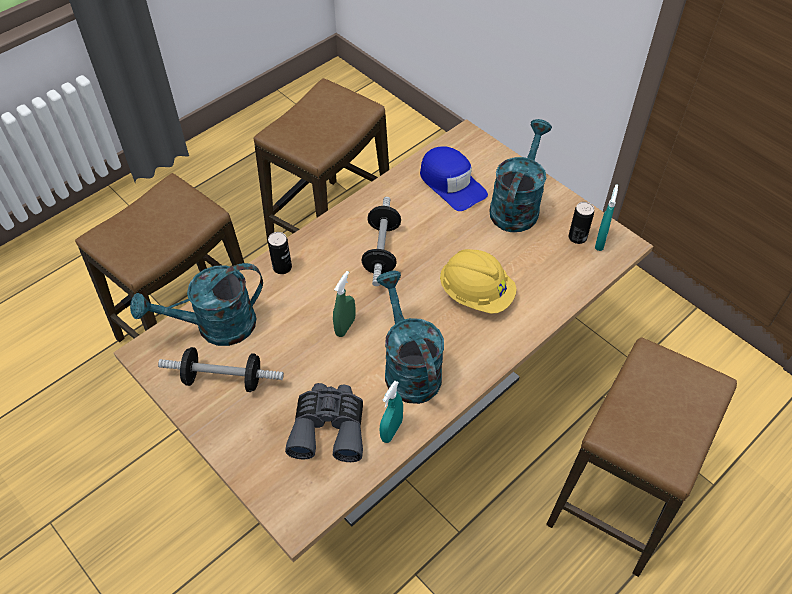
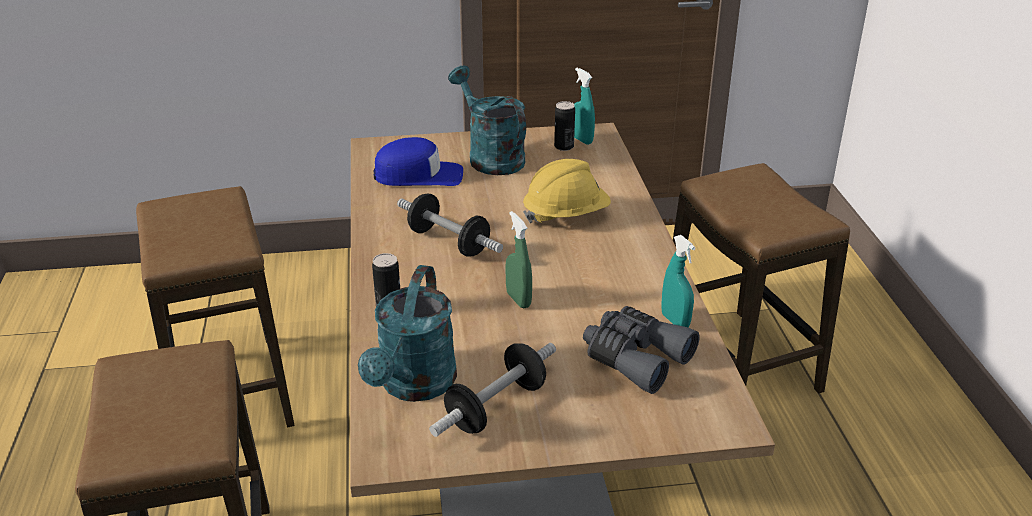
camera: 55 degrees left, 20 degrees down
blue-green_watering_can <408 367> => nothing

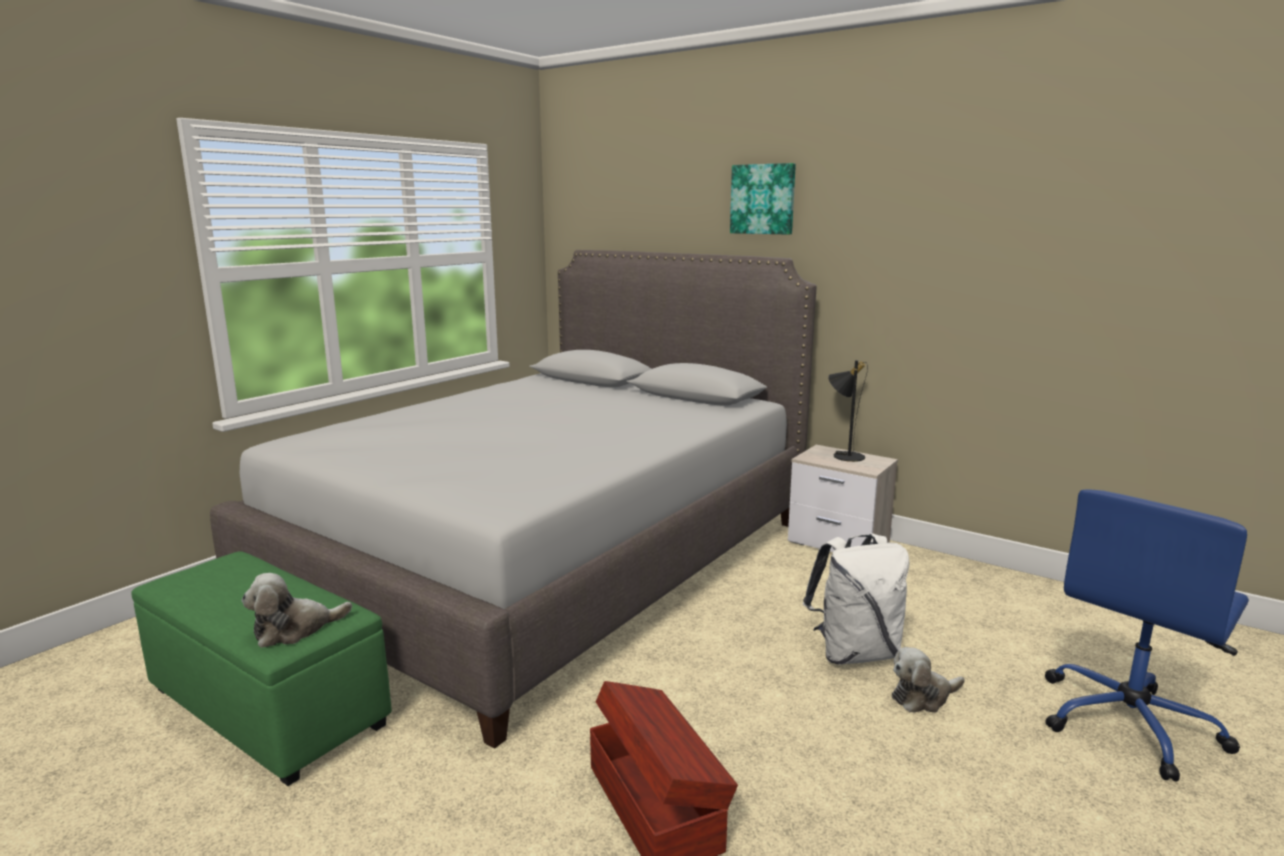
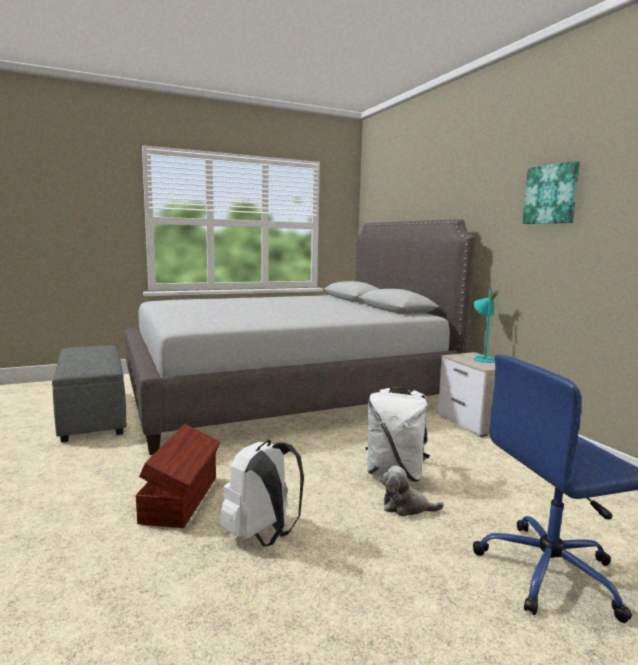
camera: 30 degrees right, 5 degrees down
plush_toy <294 629> => nothing
nothing => white-coloured_knapsack <262 535>
wall_art <763 199> => wall_art <551 194>, shifted
greenish_ottoman <269 707> => greyish_ottoman <93 416>
black_table_lamp <844 455> => blue-green_table_lamp <482 358>

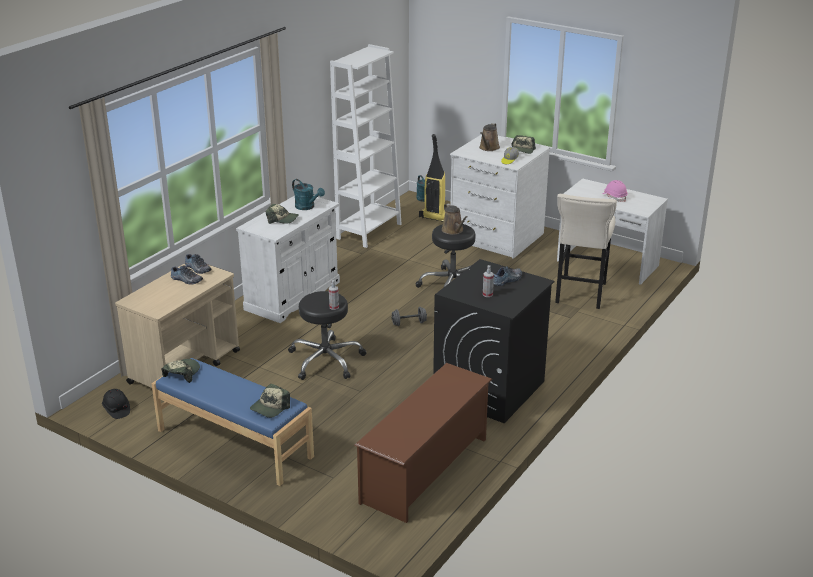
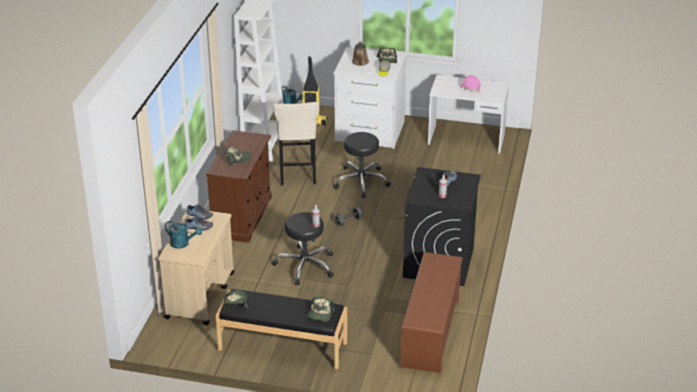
camera: 20 degrees left, 5 degrees up
black_work_helmet <116 410> => nothing
brownish_watering_can <453 230> => nothing
blue-green_watering_can <307 207> => blue-green_watering_can <183 244>, shifted
beige_stool_seat <580 295> => beige_stool_seat <297 174>, shifted
blue-coloured_bench <234 444> => black_bench <282 346>
white-coloured_storage_cabinet <293 296> => brownish_storage_cabinet <242 216>

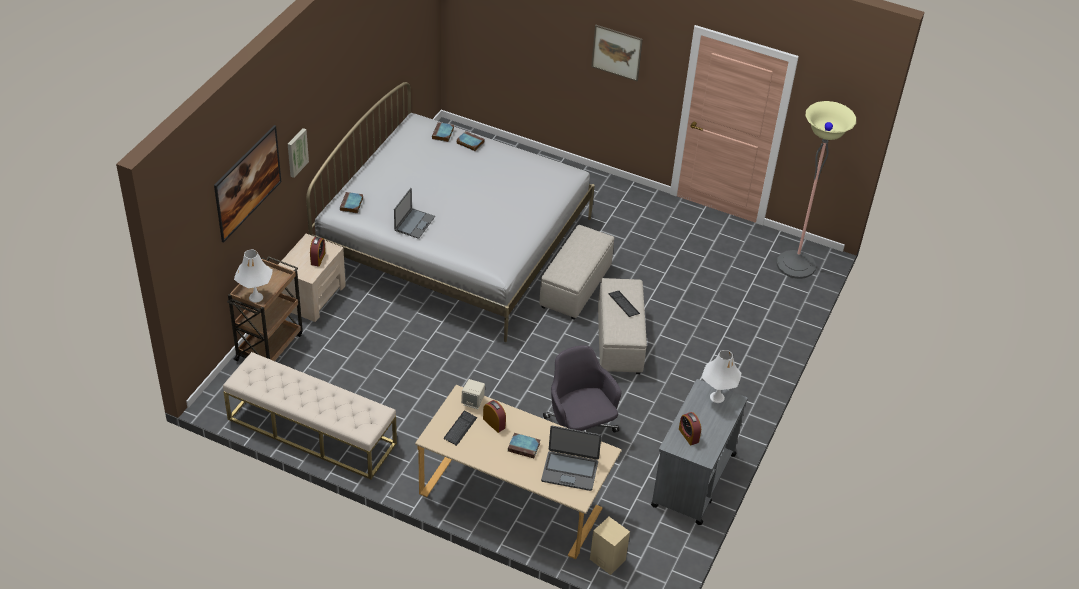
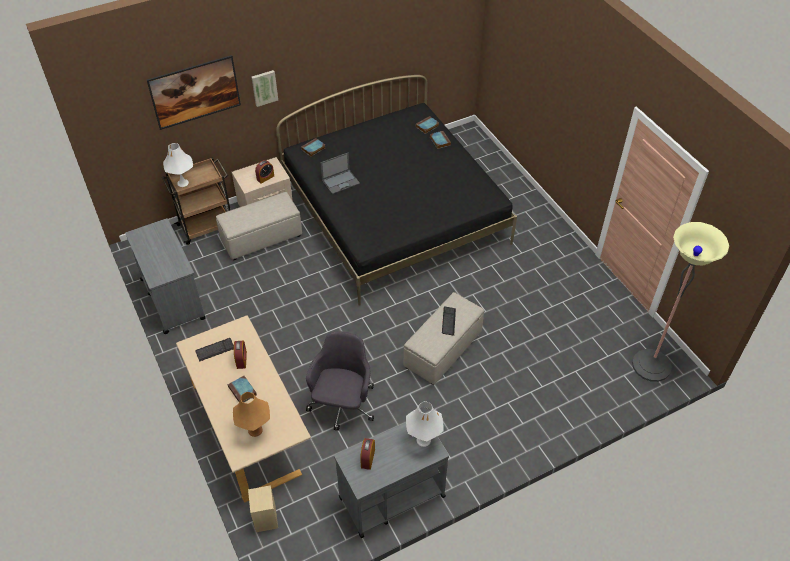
camera: 40 degrees right, 5 degrees up
beige_loudspeaker <473 402> => nothing
wall_art <617 52> => nothing
beige_ottoman <575 286> => beige_ottoman <262 238>, shifted
beige_bench <311 431> => greyish_wheeled_cart <172 298>
laptop <570 470> => orange-coloured_table_lamp <255 430>
white-coloured_sleeping_bed <454 243> => black_sleeping_bed <394 214>

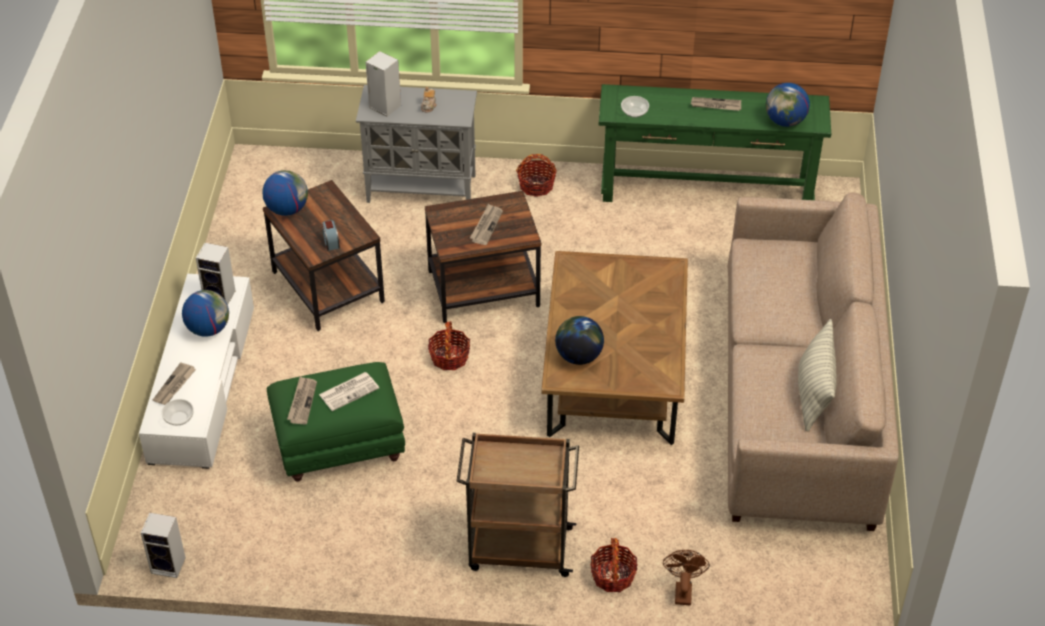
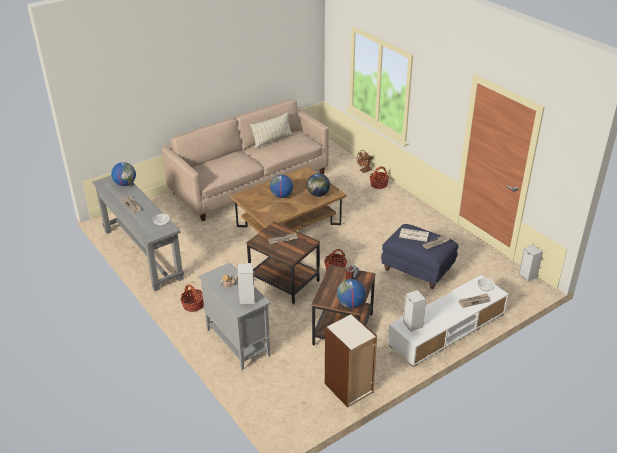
camera: 130 degrees left, 10 degrees down
brownish_wheeled_cart <518 549> => nothing
nothing => shelving_unit <349 388>
desk_globe <208 329> => desk_globe <281 196>, shifted
greenish_ottoman <338 445> => blue-coloured_ottoman <418 270>
greenish_console_table <706 189> => greyish_console_table <142 254>

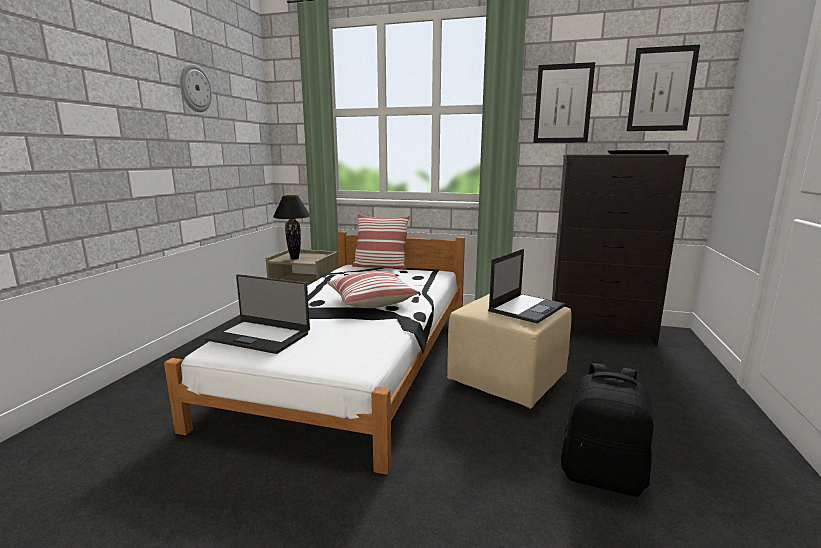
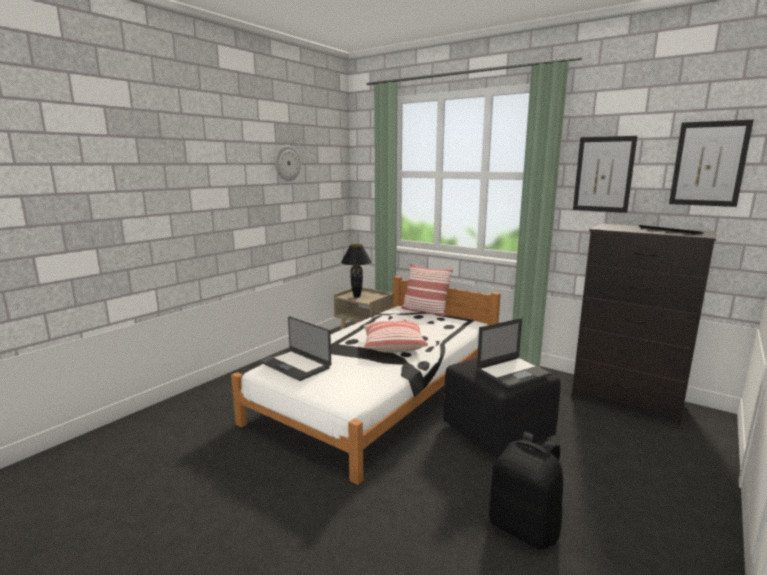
camera: 20 degrees right, 0 degrees up
beige_ottoman <507 379> => black_ottoman <498 431>

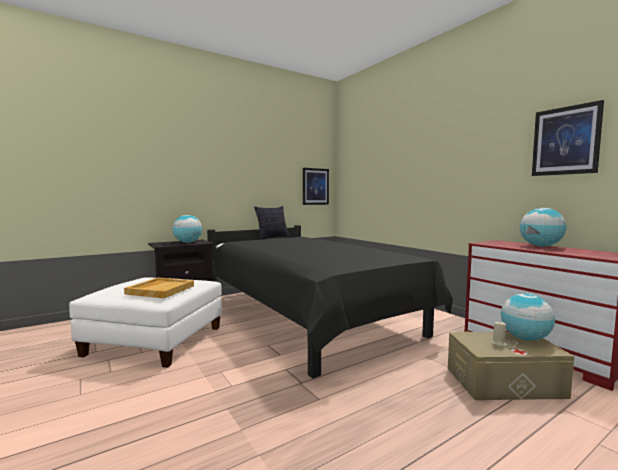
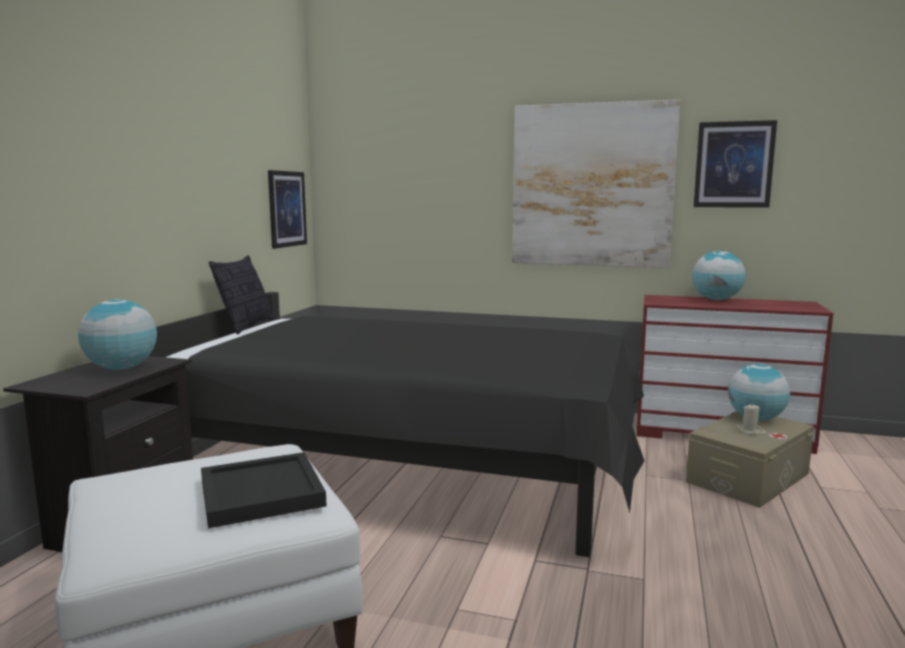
camera: 40 degrees left, 5 degrees up
nothing => wall_art <591 185>
beige_tray <160 290> => black_tray <260 493>

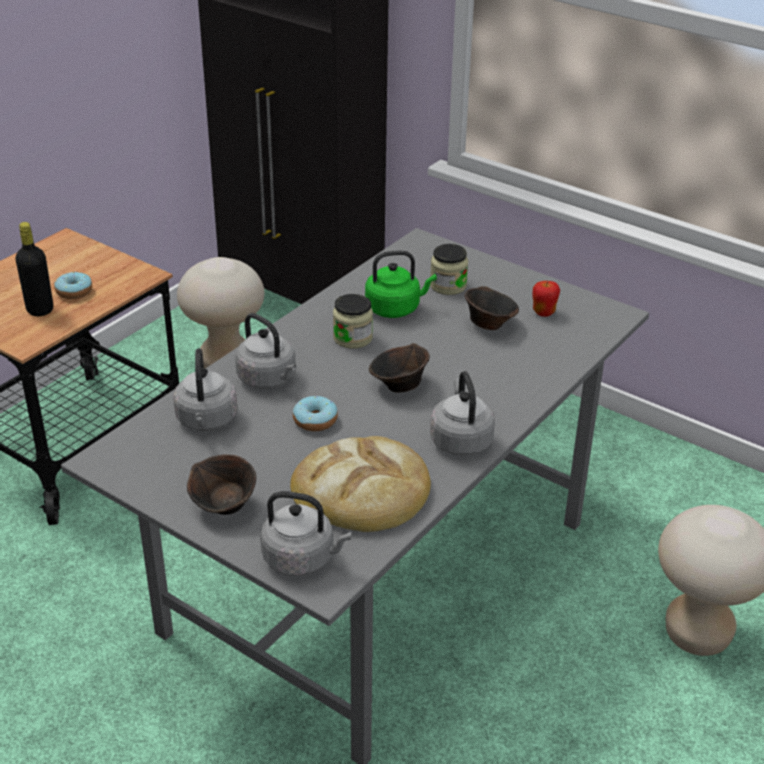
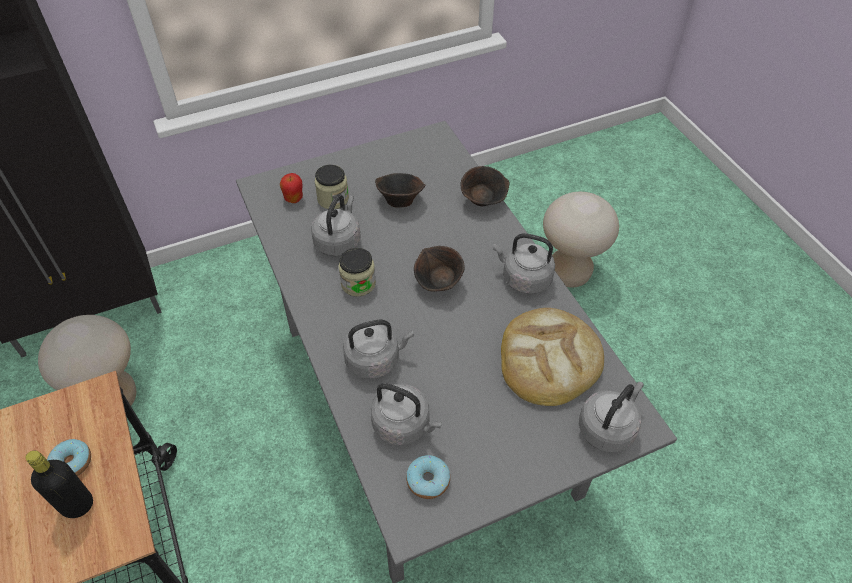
camera: 60 degrees left, 15 degrees up
brownish_serving_bowl <224 506> => brownish_serving_bowl <483 200>, shifted
doughnut <315 420> => doughnut <428 480>, shifted
apple_fruit <543 312> => apple_fruit <294 199>, shifted
greenish_tea_kettle <395 308> => greyish_tea_kettle <338 241>

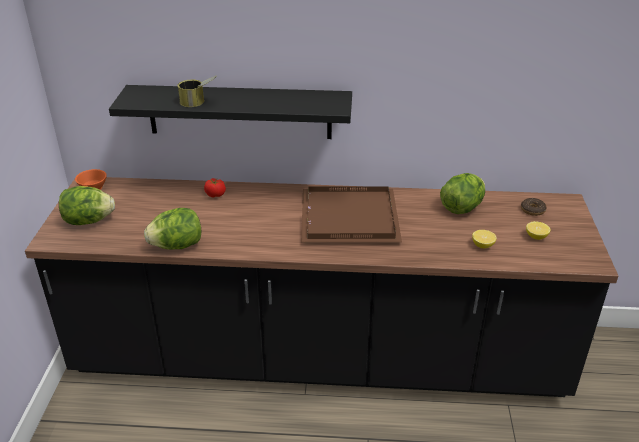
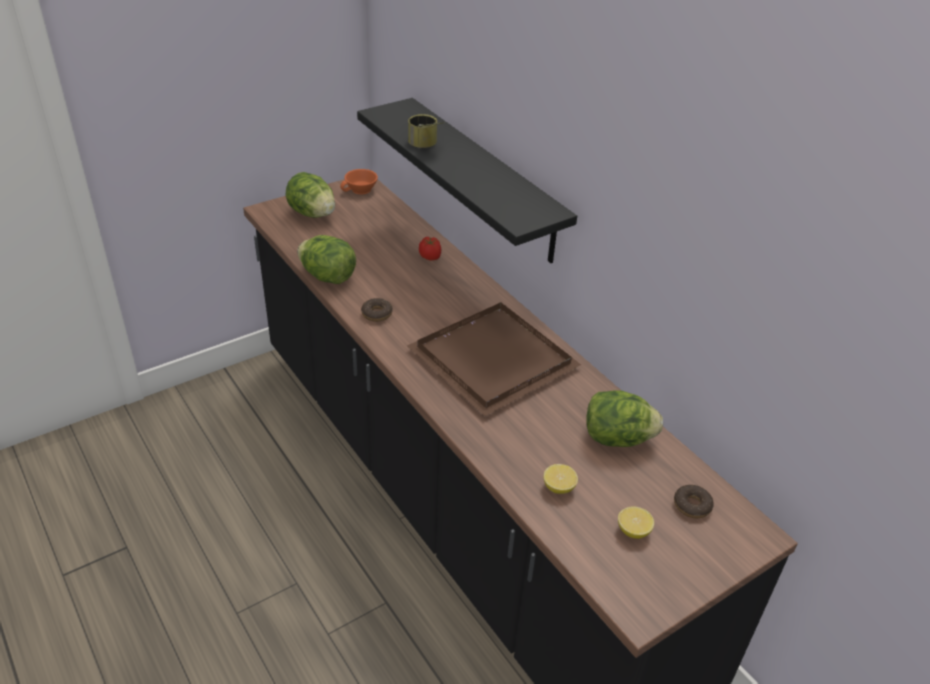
camera: 50 degrees right, 5 degrees up
nothing => doughnut <377 314>

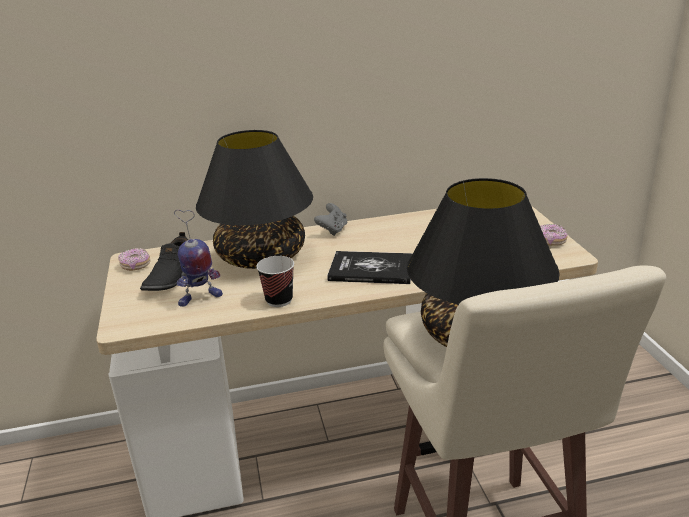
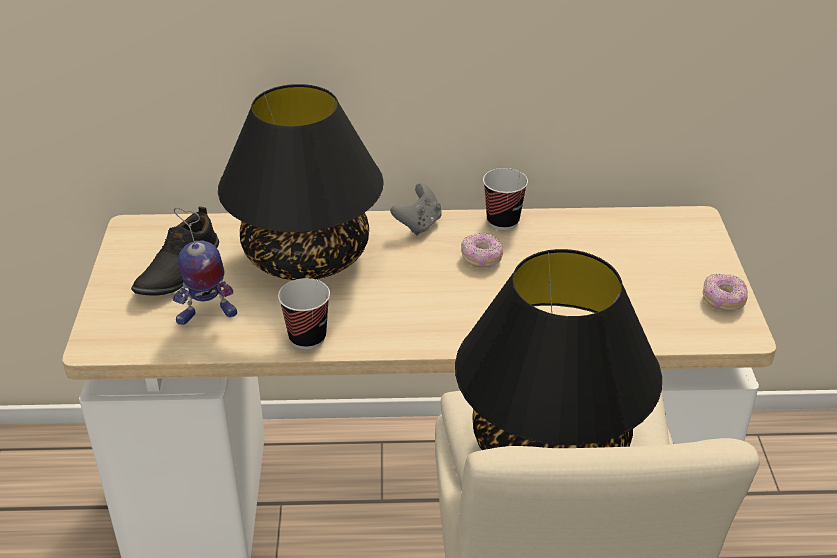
camera: 10 degrees right, 10 degrees up
book <371 269> => nothing
nothing => drinking_cup <503 221>
doughnut <135 266> => doughnut <481 258>, shifted

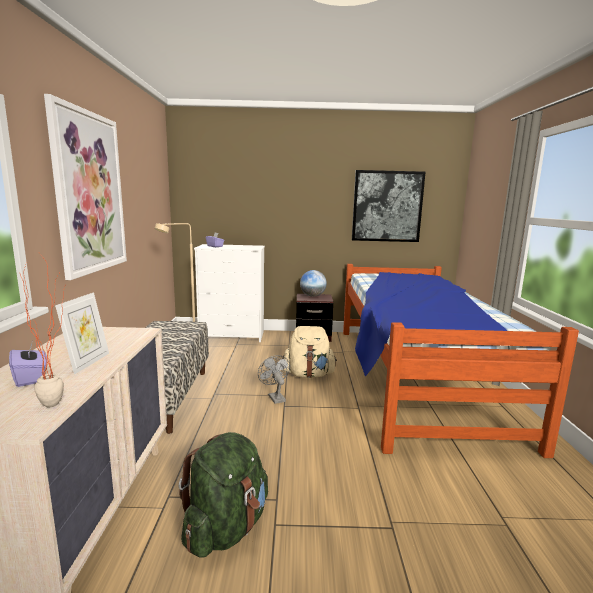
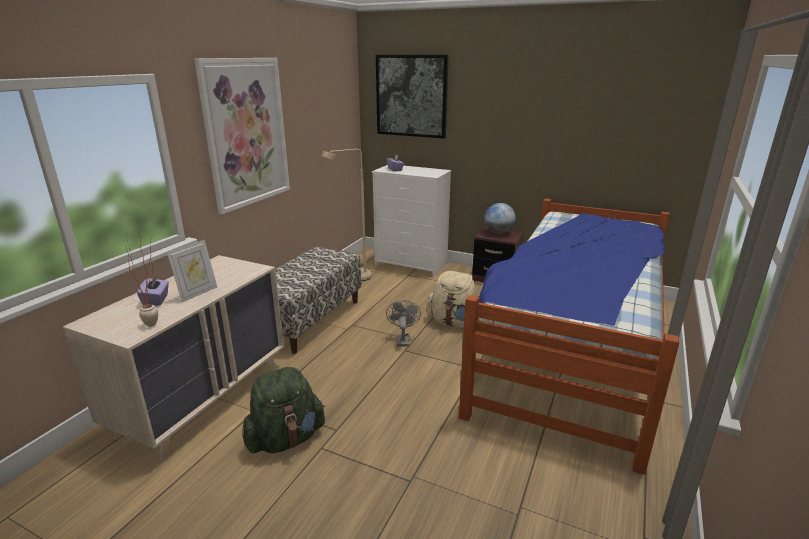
camera: 25 degrees right, 10 degrees up
wall_art <387 206> => wall_art <411 96>, shifted

